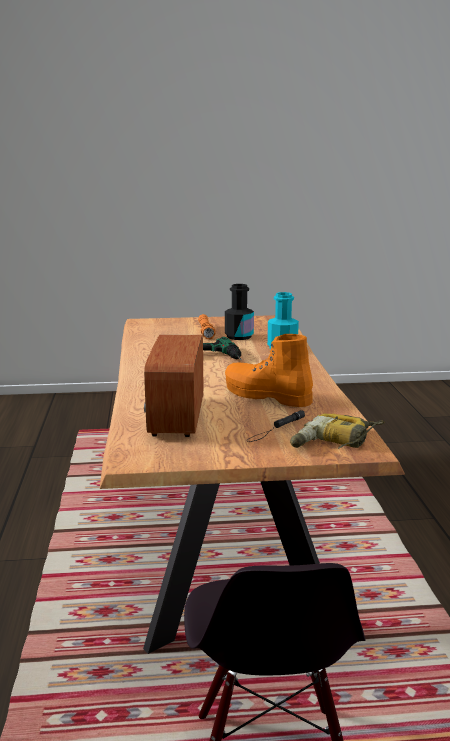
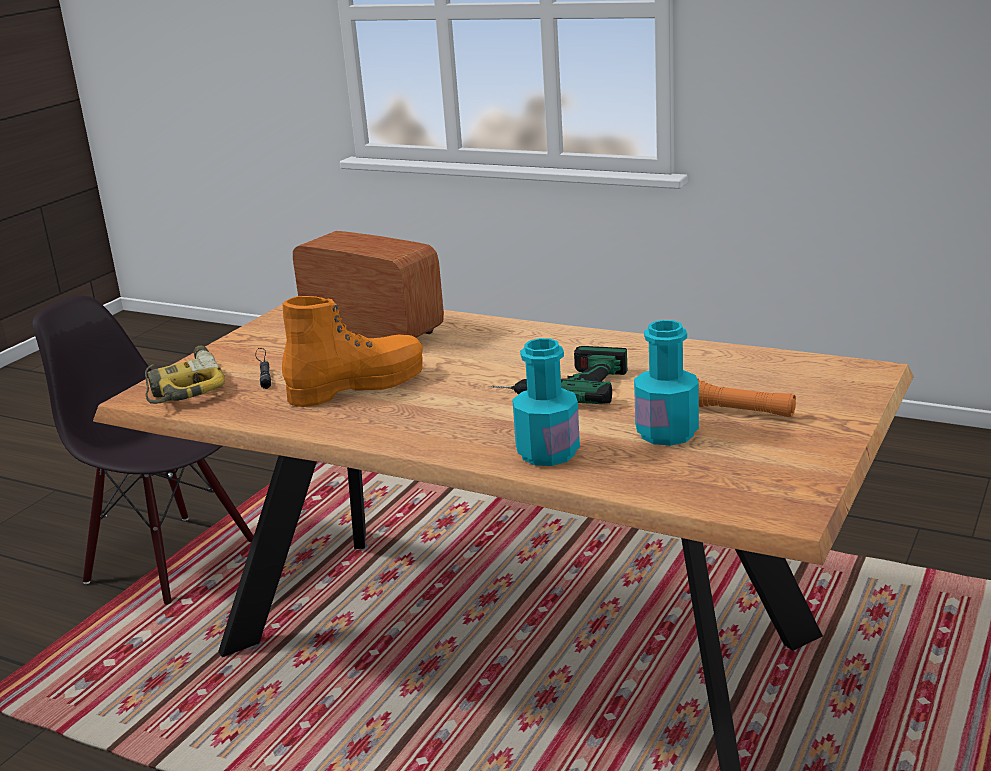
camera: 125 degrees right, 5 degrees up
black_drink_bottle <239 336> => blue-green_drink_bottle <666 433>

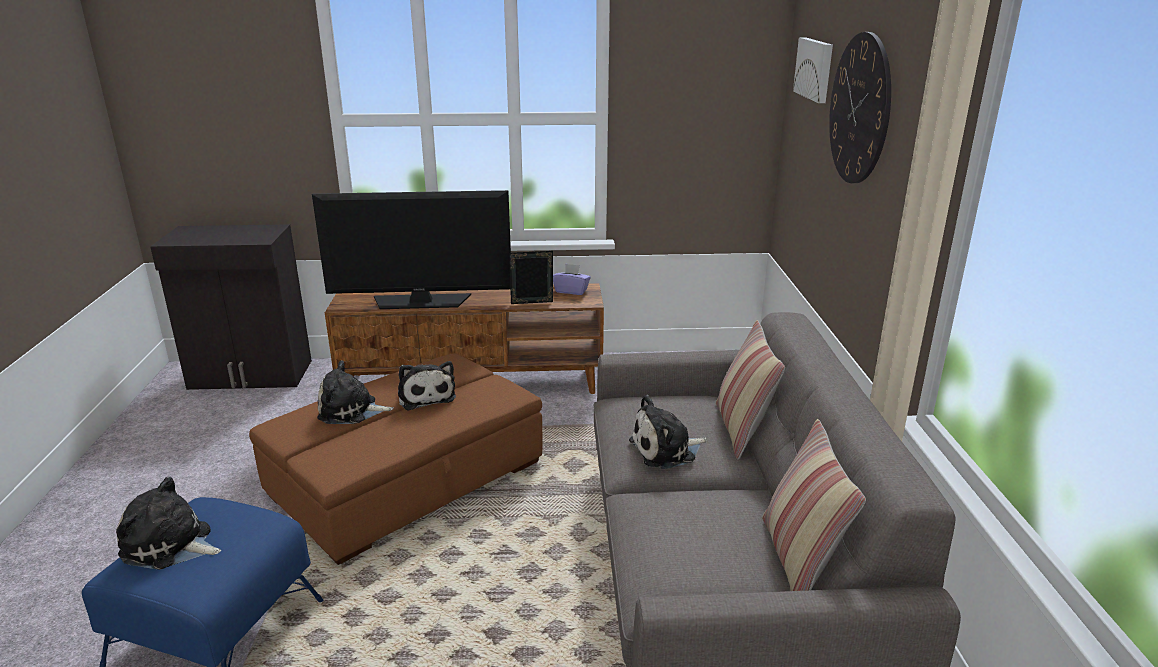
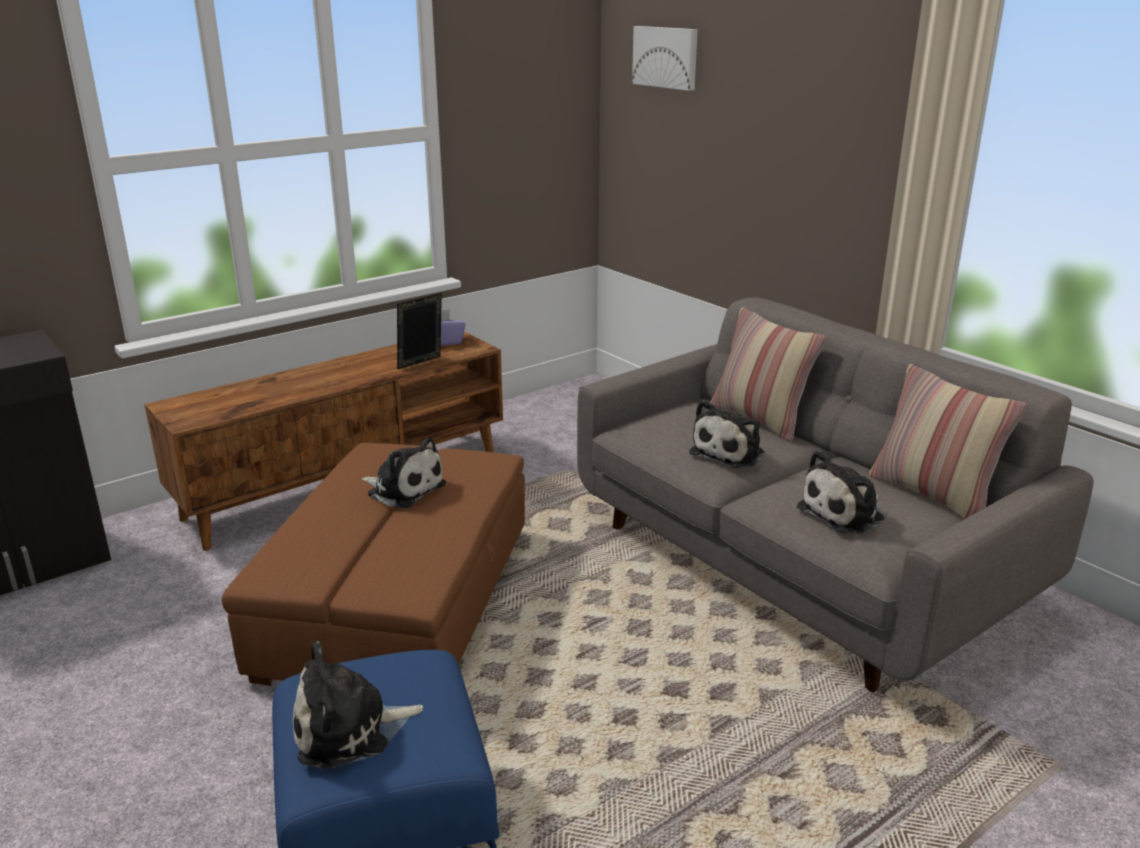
camera: 35 degrees left, 0 degrees up
TV <421 302> => nothing
clock_on_the_wall <859 109> => nothing
plush_toy <351 411> => plush_toy <845 513>, shifted

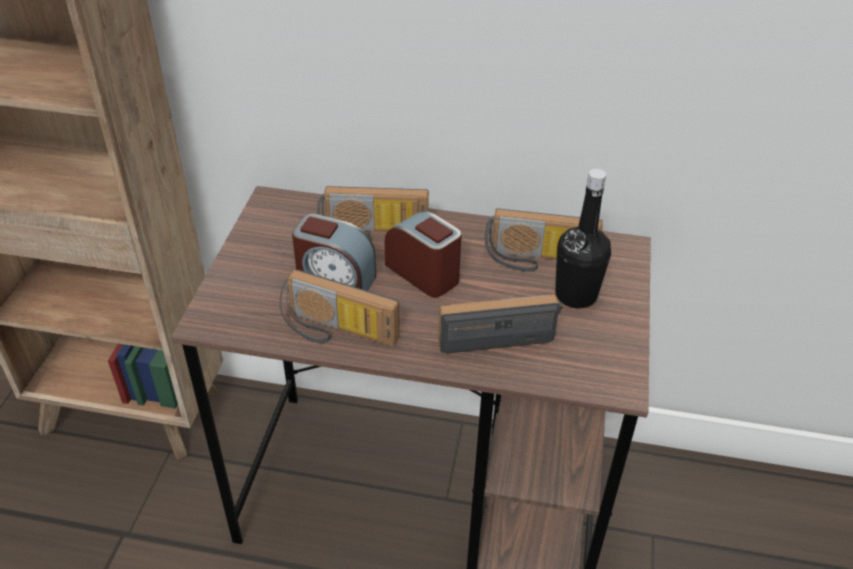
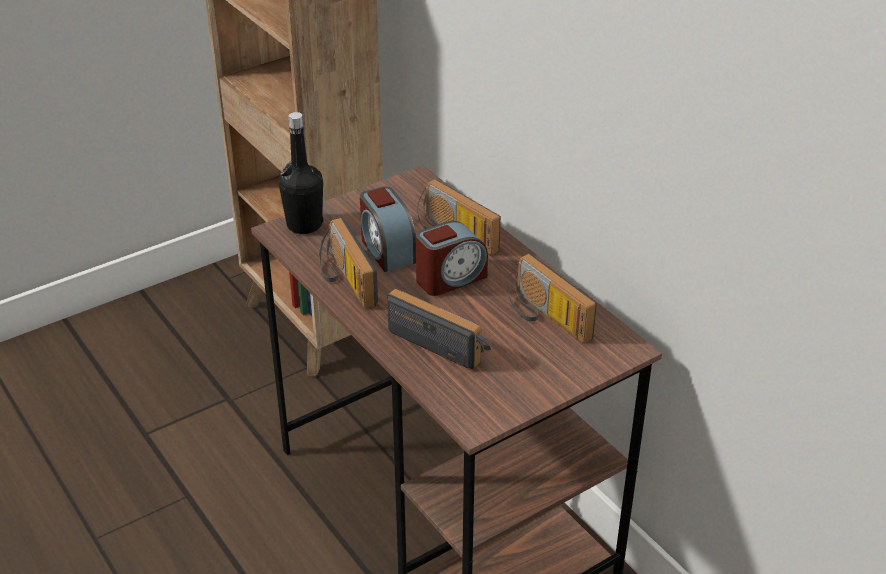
camera: 45 degrees right, 5 degrees down
black_drink_bottle <576 295> => black_drink_bottle <304 225>, shifted
bedside_clock <424 273> => bedside_clock <450 278>, 60 degrees clockwise

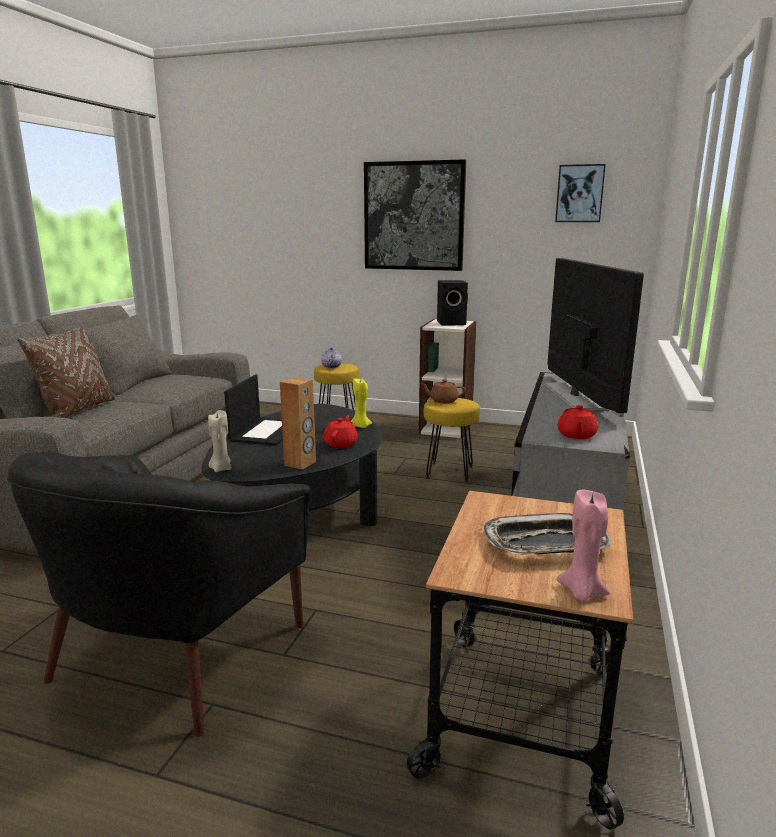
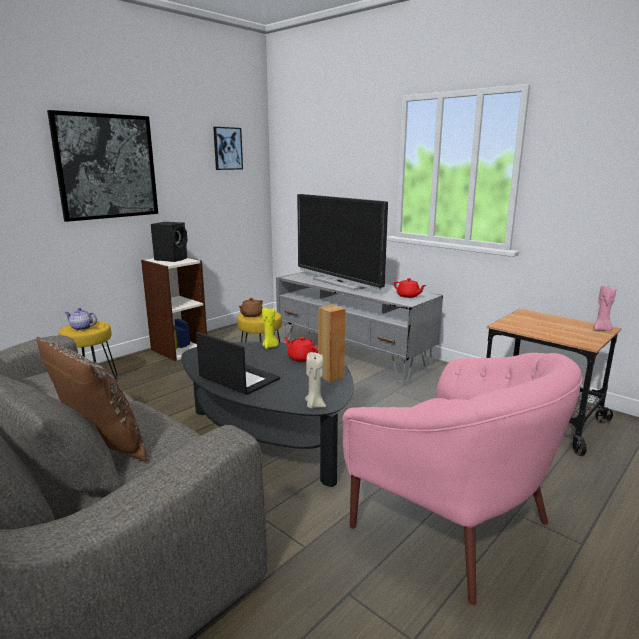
camera: 65 degrees left, 0 degrees up
tray <544 544> => nothing
black_lounge_chair <177 652> => pink_lounge_chair <452 524>
TV <574 397> => TV <340 283>, 150 degrees counterclockwise

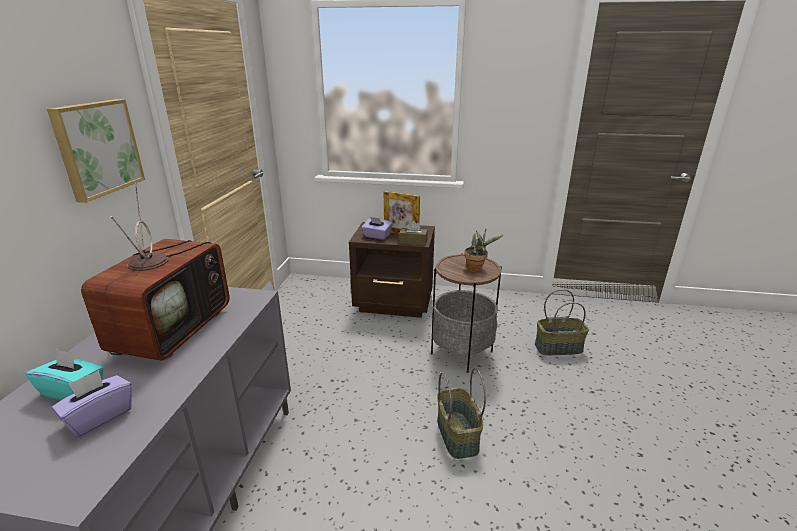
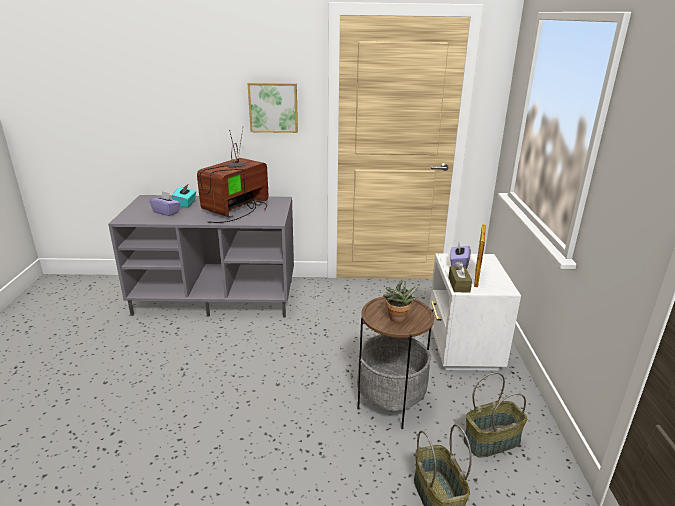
camera: 80 degrees right, 0 degrees up
storage_basket <456 434> => storage_basket <491 440>, shifted
brownish_night_table <394 304> => white-coloured_night_table <462 348>
TV <172 329> => TV <236 209>, 120 degrees clockwise

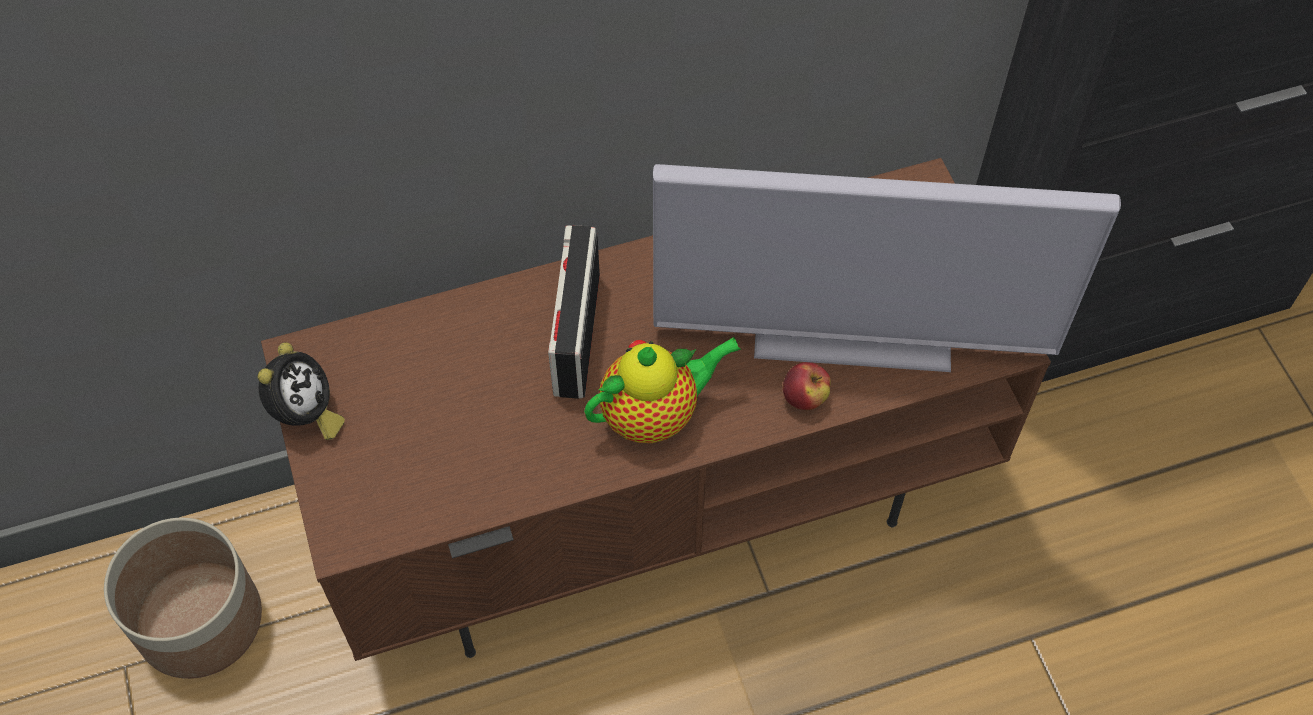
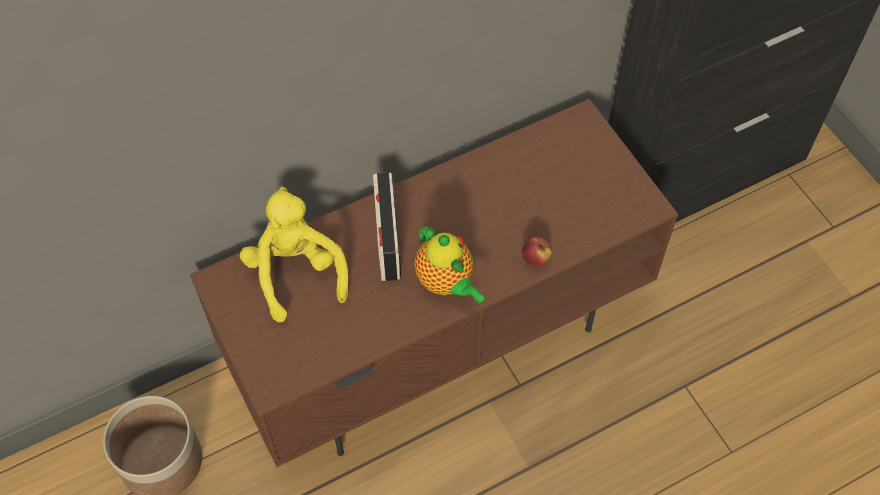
camera: 10 degrees left, 0 degrees up
bedside_clock <305 415> => nothing
TV <852 335> => nothing
nothing => yellow-coloured_plush_toy <296 273>
pot_for_tea <655 414> => pot_for_tea <446 282>, 90 degrees clockwise

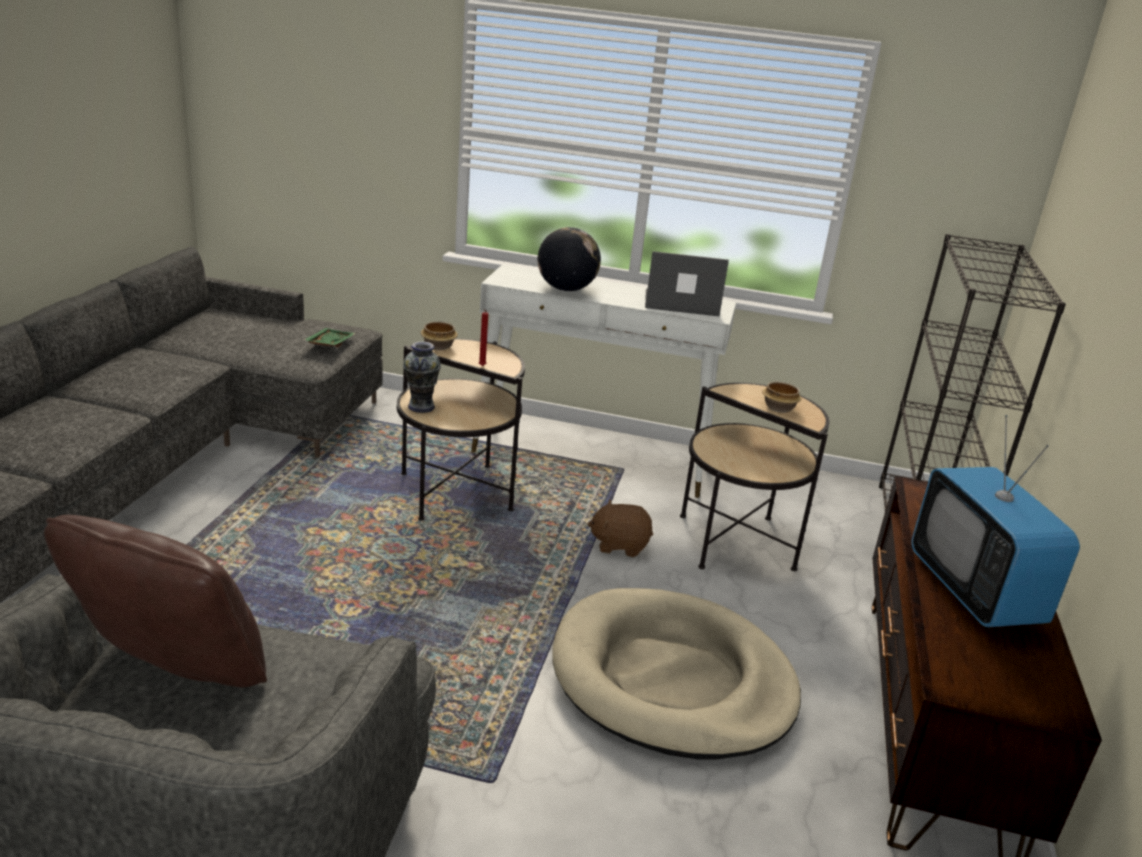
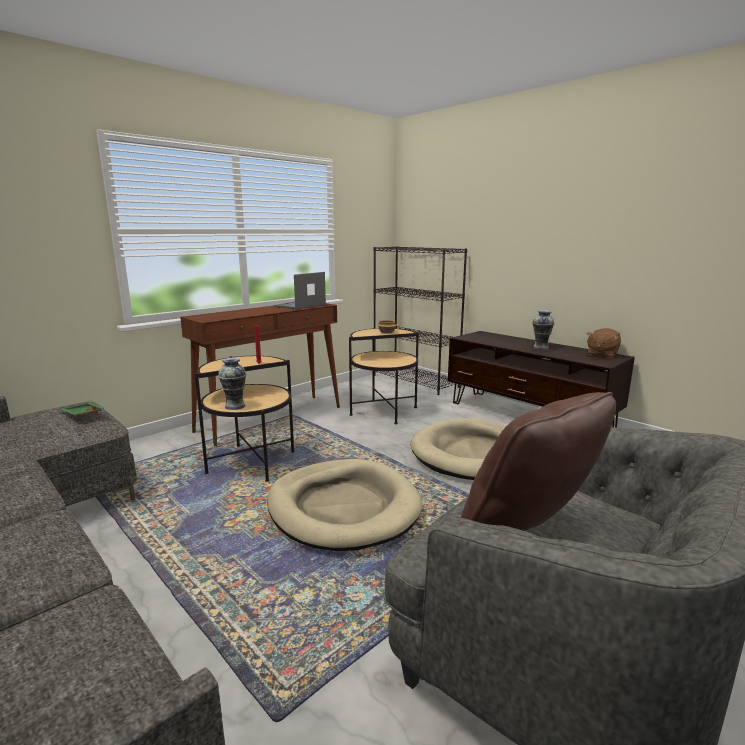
camera: 55 degrees left, 10 degrees down
serving_bowl <439 346> => nothing
desk_globe <566 289> => nothing
nothing => beige_dog_cushion <343 508>
brownish_plush_toy <619 545> => brownish_plush_toy <601 354>, shifted
TV <974 591> => flower_vase <541 348>
white-coloured_console_table <592 458> => brownish_console_table <271 418>

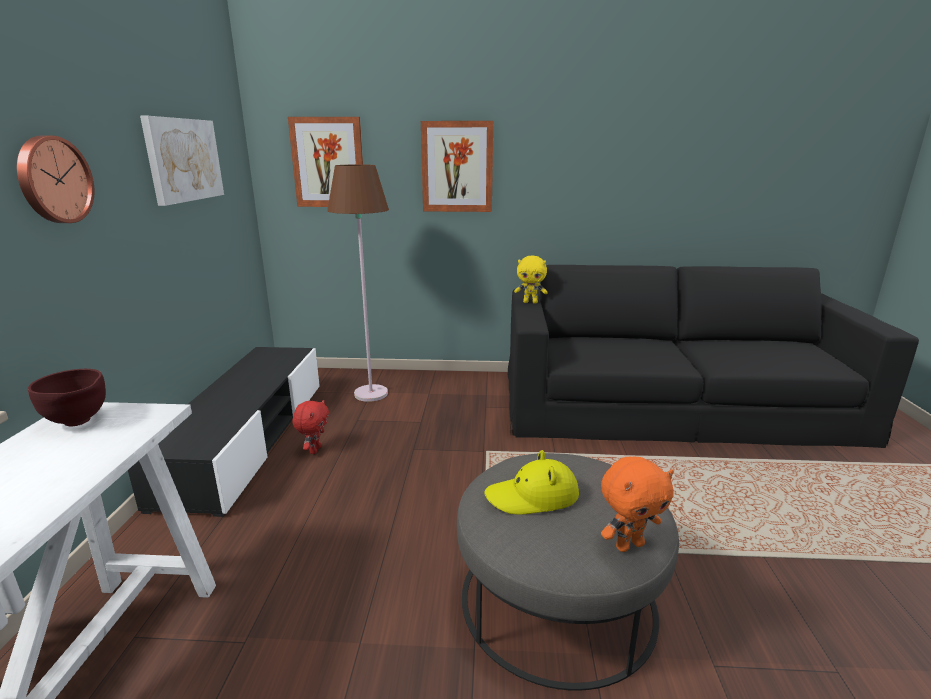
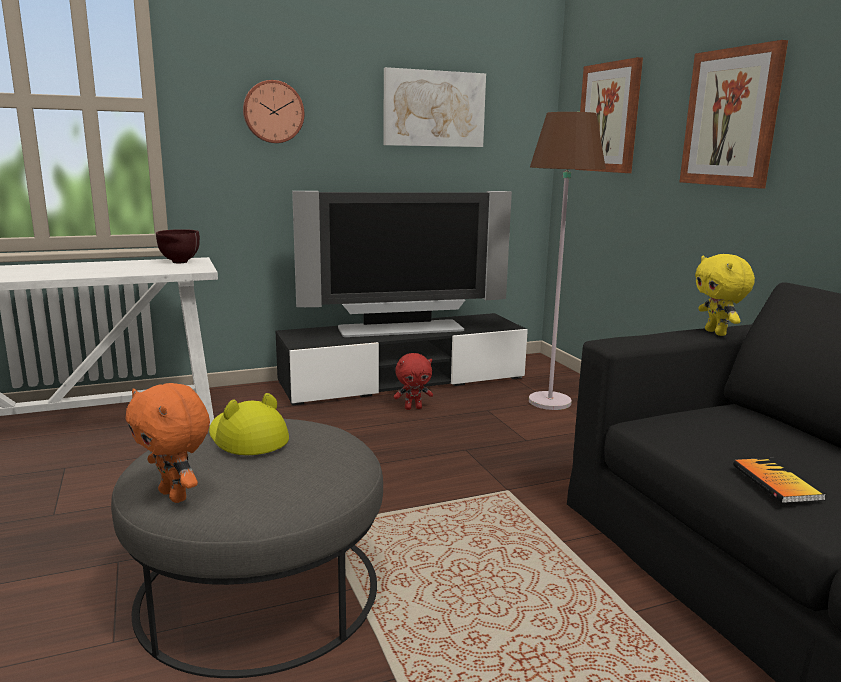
camera: 65 degrees right, 5 degrees down
nothing => TV <402 329>
nothing => book <776 482>

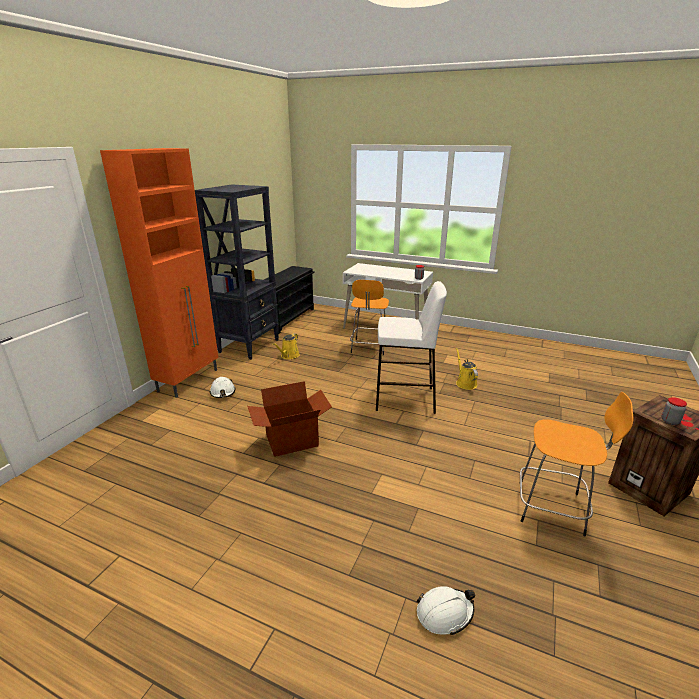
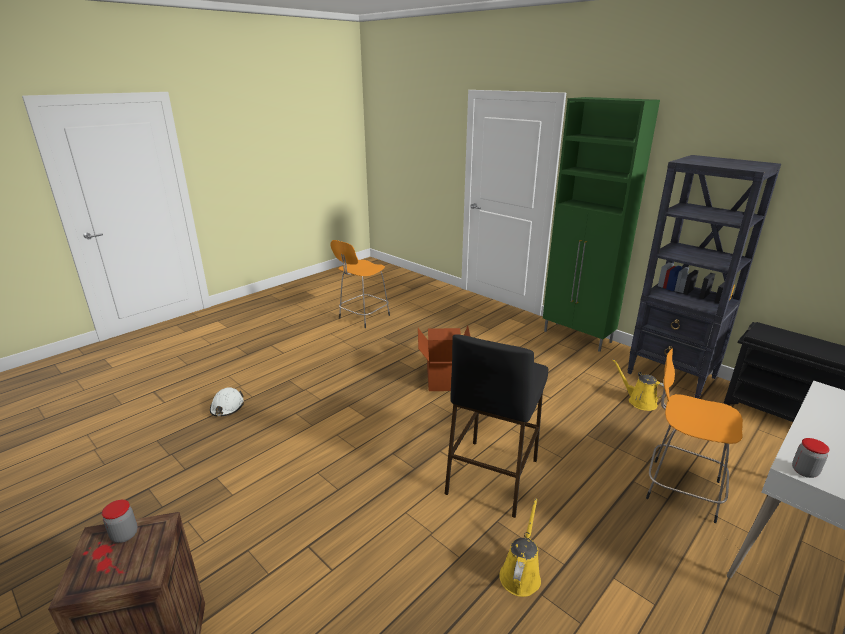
camera: 110 degrees right, 0 degrees up
white-coloured_work_helmet <223 392> => nothing
orange-coloured_stool_seat <553 508> => orange-coloured_stool_seat <363 317>, shifted
orange-coloured_storage_cabinet <189 380> => greenish_storage_cabinet <577 337>
white-coloured_stool_seat <405 399> => black_stool_seat <492 477>
yellow-coloured_watering_can <465 383> => yellow-coloured_watering_can <521 573>, 75 degrees counterclockwise

